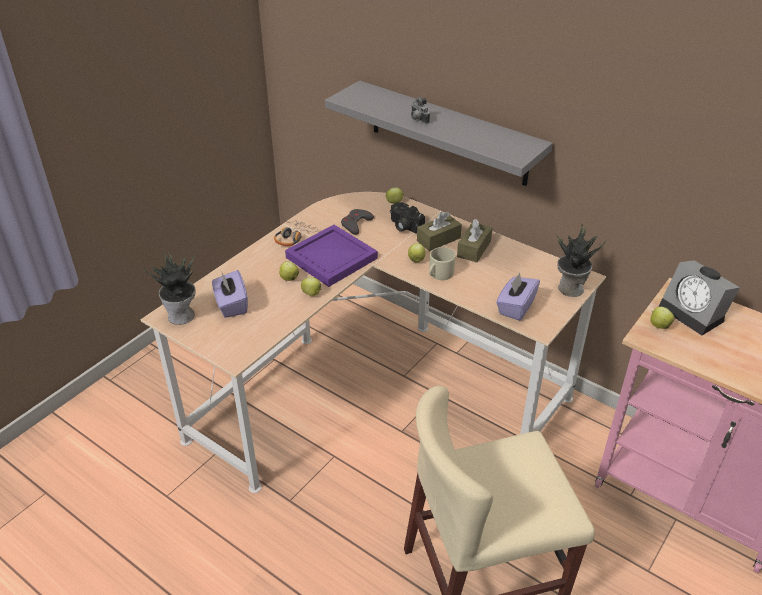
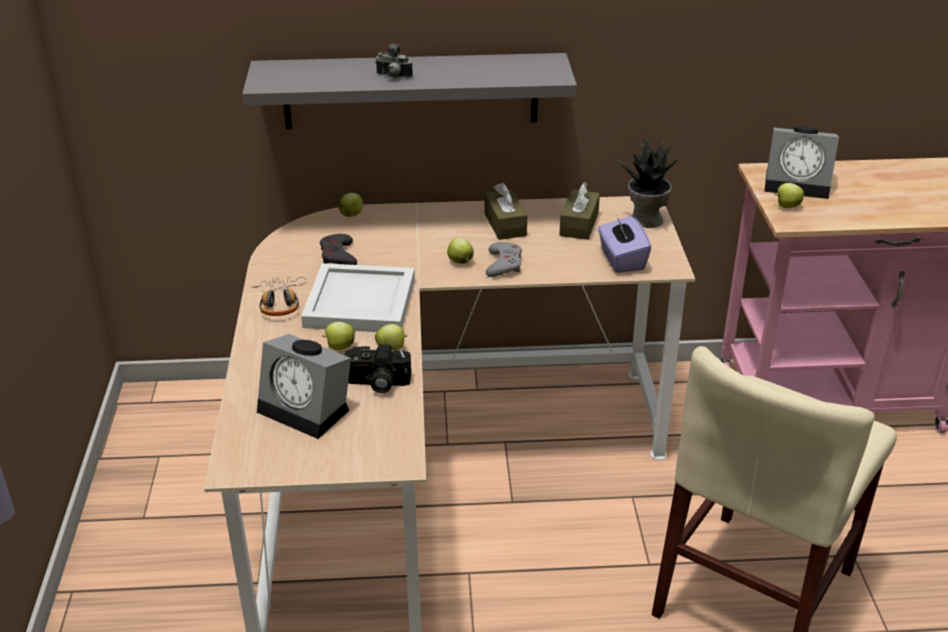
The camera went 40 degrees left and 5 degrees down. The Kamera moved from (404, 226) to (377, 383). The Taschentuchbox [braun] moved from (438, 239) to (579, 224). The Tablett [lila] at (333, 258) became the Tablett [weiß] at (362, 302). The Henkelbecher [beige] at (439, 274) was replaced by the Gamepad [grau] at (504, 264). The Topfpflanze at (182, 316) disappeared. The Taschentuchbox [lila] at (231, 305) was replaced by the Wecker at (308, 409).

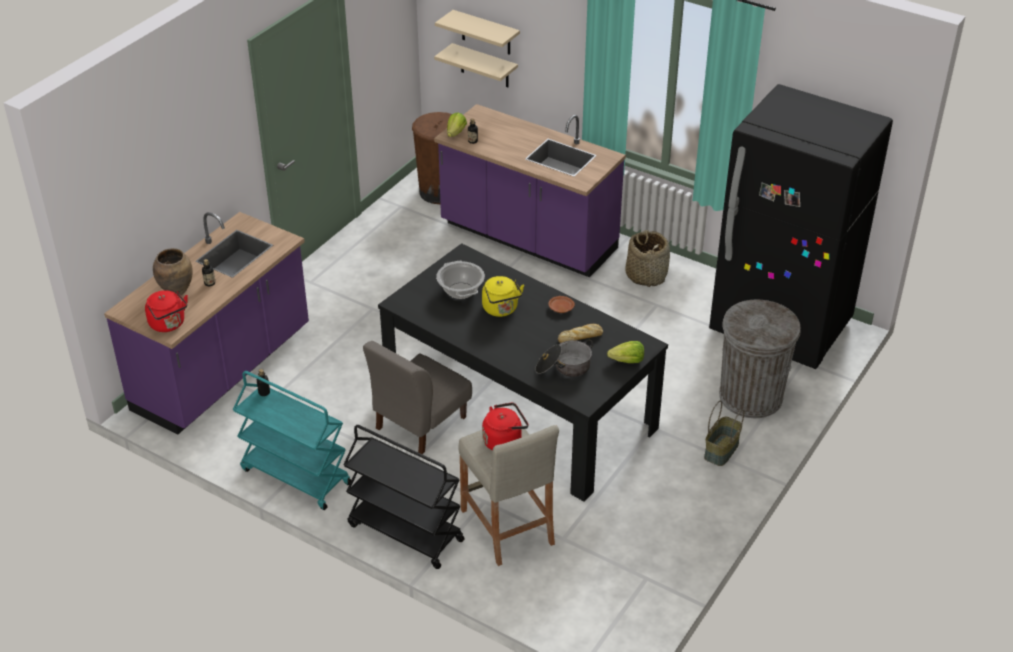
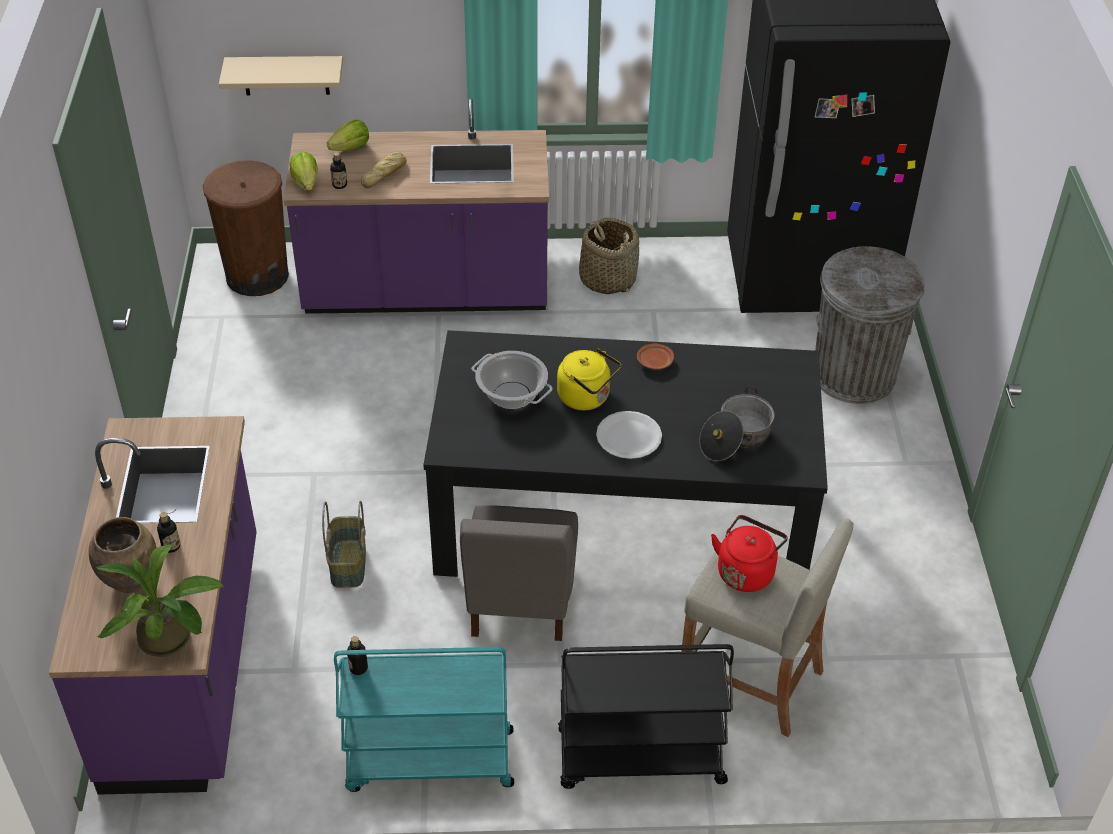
The camera went 35 degrees left and 5 degrees up. The Wandregal [beige] at (486, 33) disappeared. The Wasserkessel [rot] at (169, 324) was replaced by the Topfpflanze at (171, 640). The Brot moved from (581, 337) to (385, 173). The Salatkopf moved from (627, 361) to (351, 148). The Korb moved from (722, 451) to (349, 564). The Teller [weiß] at (629, 436) appeared.

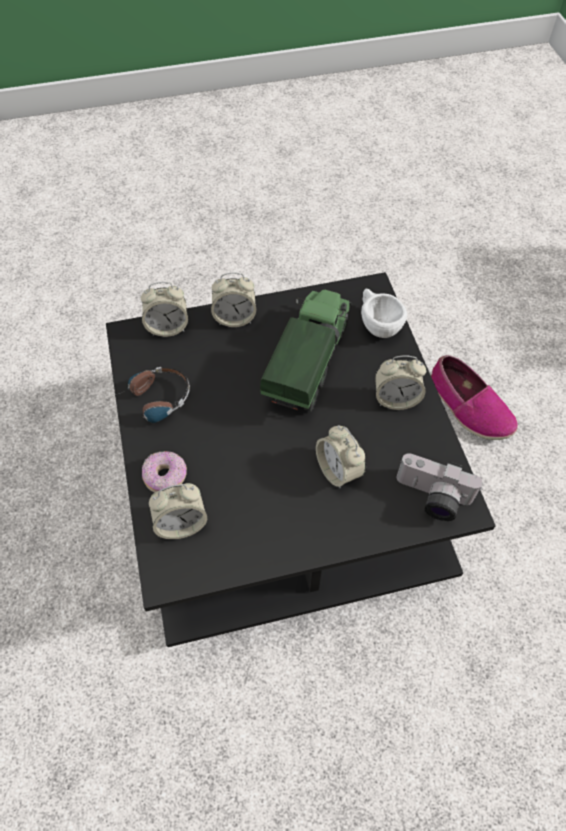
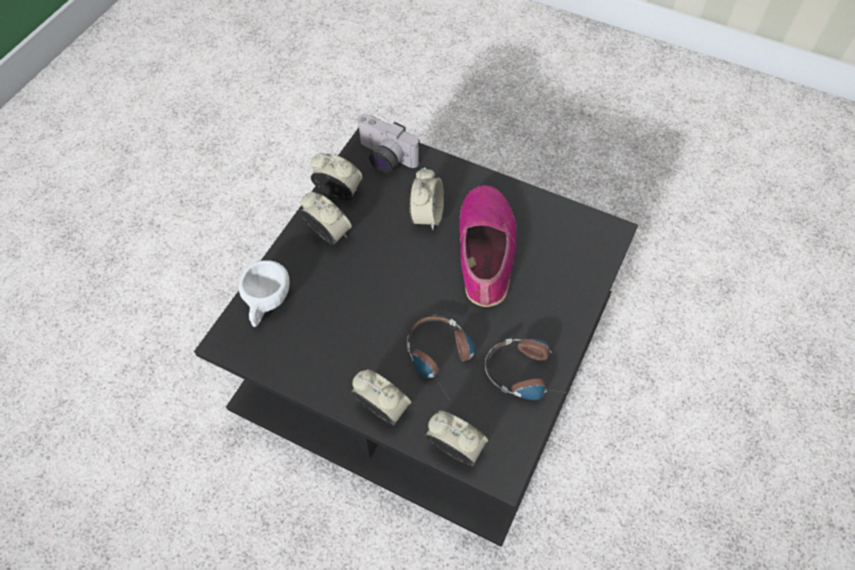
The camera went 140 degrees left and 0 degrees up. The Spielzeuglaster at (308, 361) disappeared. The Schuh moved from (469, 406) to (486, 251). The Donut at (165, 476) disappeared. The Kamera at (431, 498) turned 150 degrees clockwise. The Wecker moved from (181, 523) to (338, 192). The Kopfhörer at (443, 360) appeared.

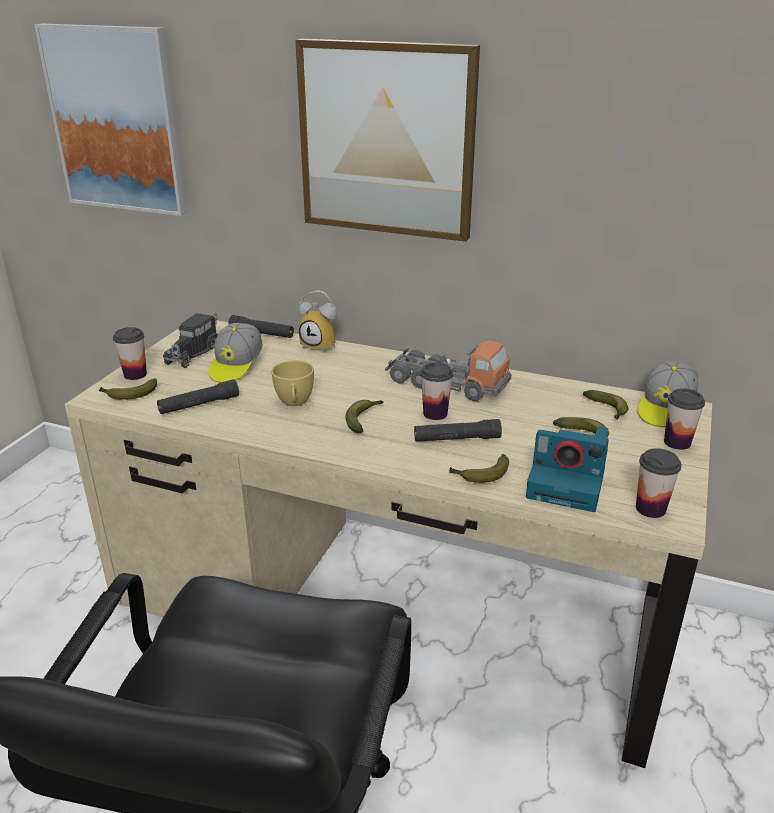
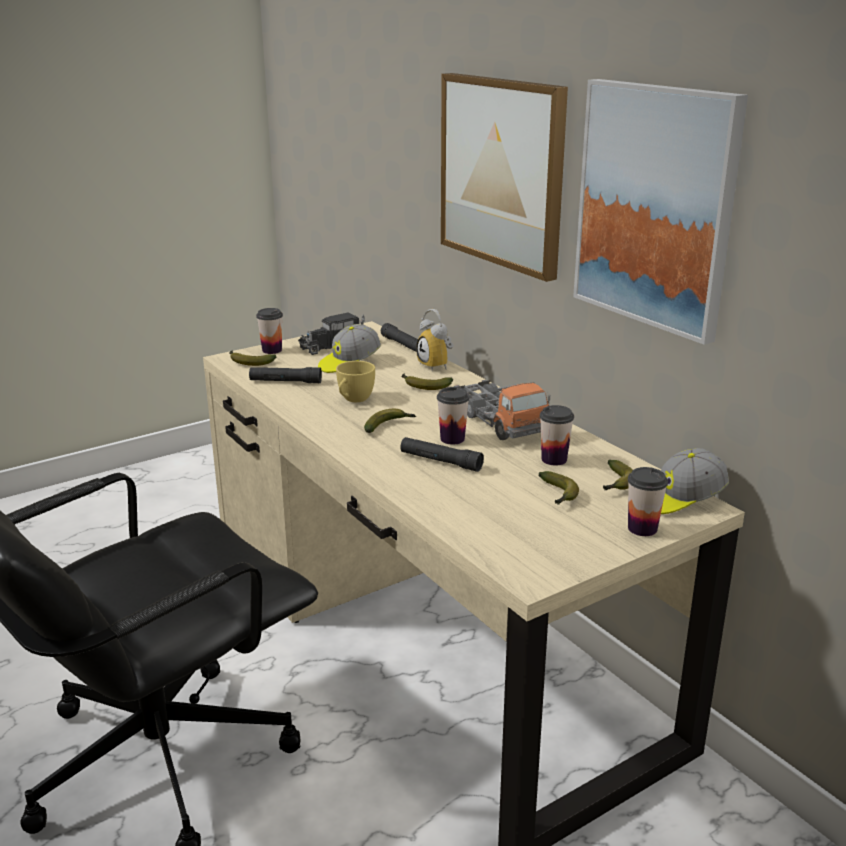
The camera went 35 degrees right and 5 degrees down. The Bild moved from (117, 120) to (655, 207). The Kamera at (568, 484) disappeared. The Tasse moved from (650, 509) to (554, 459). The Banane moved from (480, 475) to (424, 386).

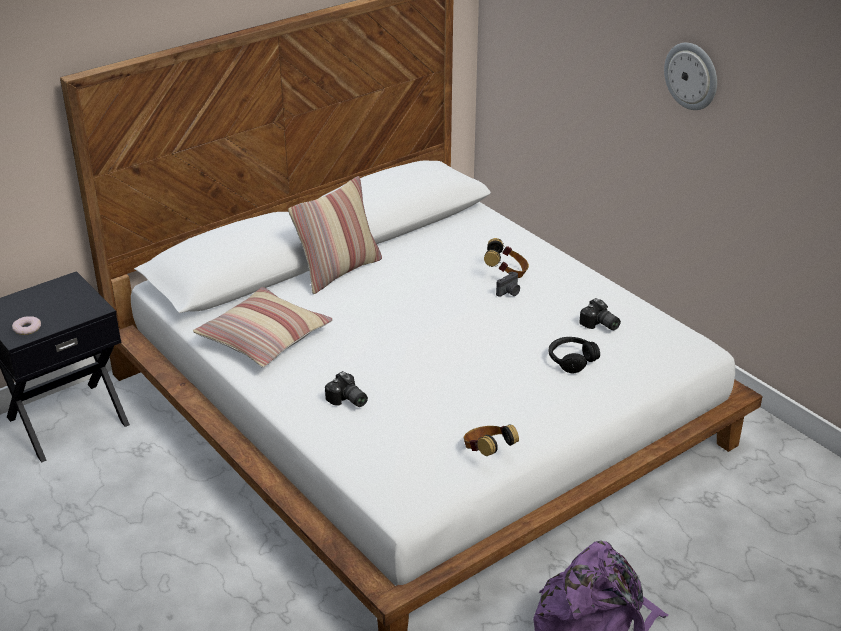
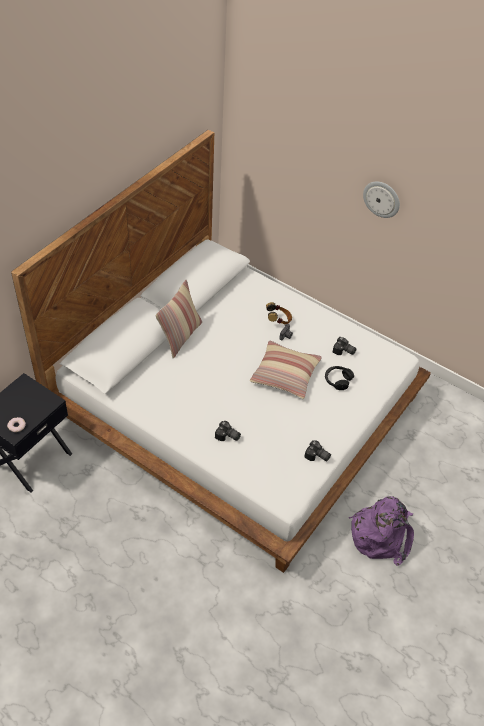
The camera went 20 degrees left and 15 degrees up. The Kissen moved from (264, 338) to (285, 374). The Kopfhörer at (487, 453) was replaced by the Kamera at (317, 456).

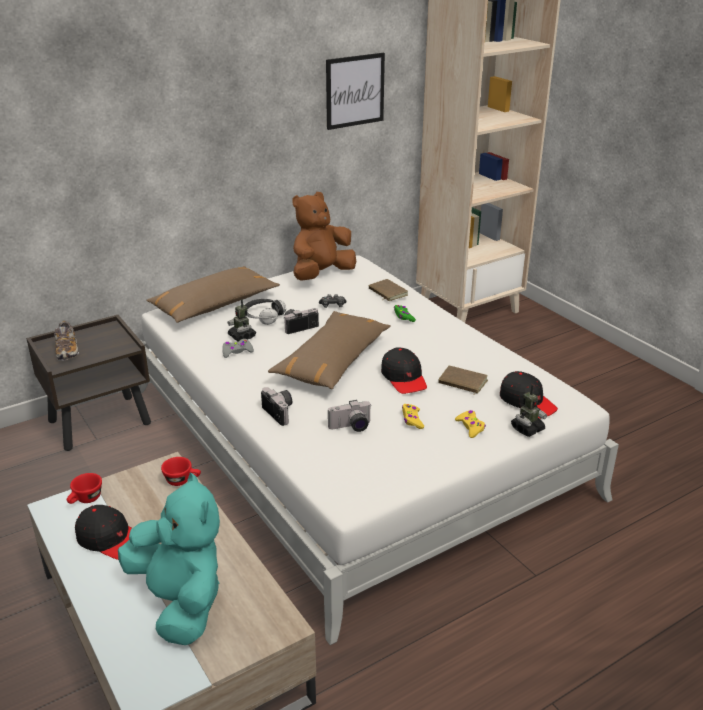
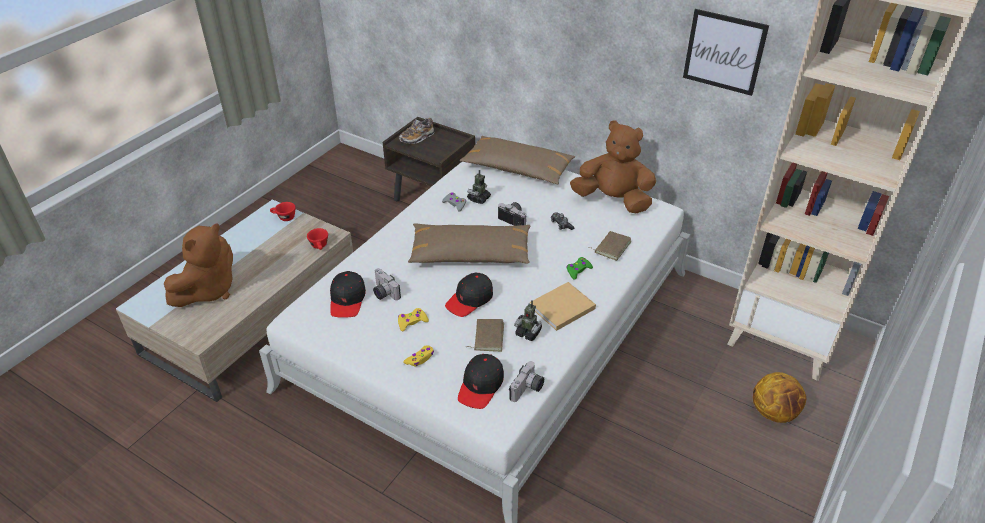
The camera went 65 degrees right and 10 degrees up. The Kopfhörer at (264, 317) disappeared. The Spielzeugroboter moved from (527, 429) to (528, 333). The Kamera moved from (281, 412) to (527, 390). The Plüschtier [türkis] at (180, 602) became the Plüschtier [braun] at (208, 290). The Kappe [schwarz] moved from (110, 539) to (347, 300). The Buch [beige] at (560, 308) appeared. The Basketball at (774, 413) appeared.

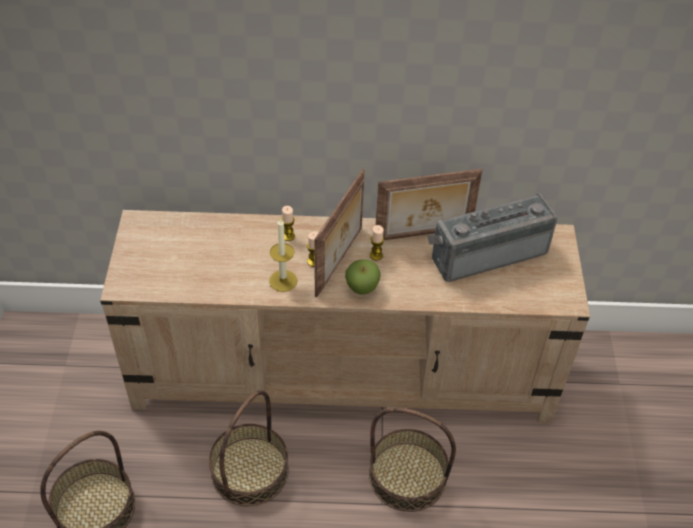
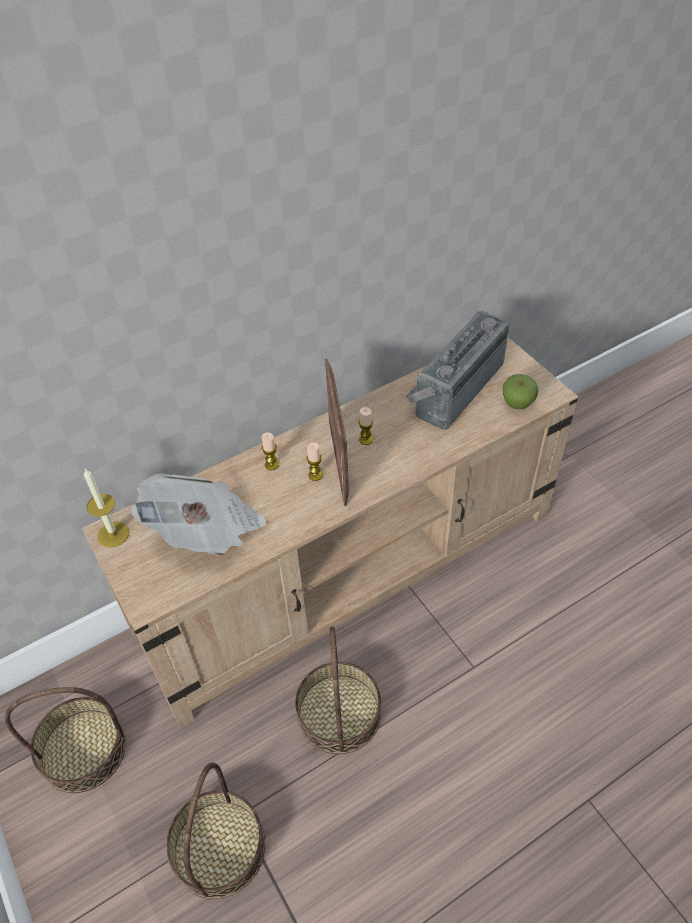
The camera went 30 degrees left and 0 degrees up. The Bilderrahmen at (424, 235) disappeared. The Kerze moved from (283, 280) to (113, 534). The Apfel moved from (362, 288) to (517, 404). The Korb moved from (407, 476) to (83, 749). The Zeitung at (206, 531) appeared.

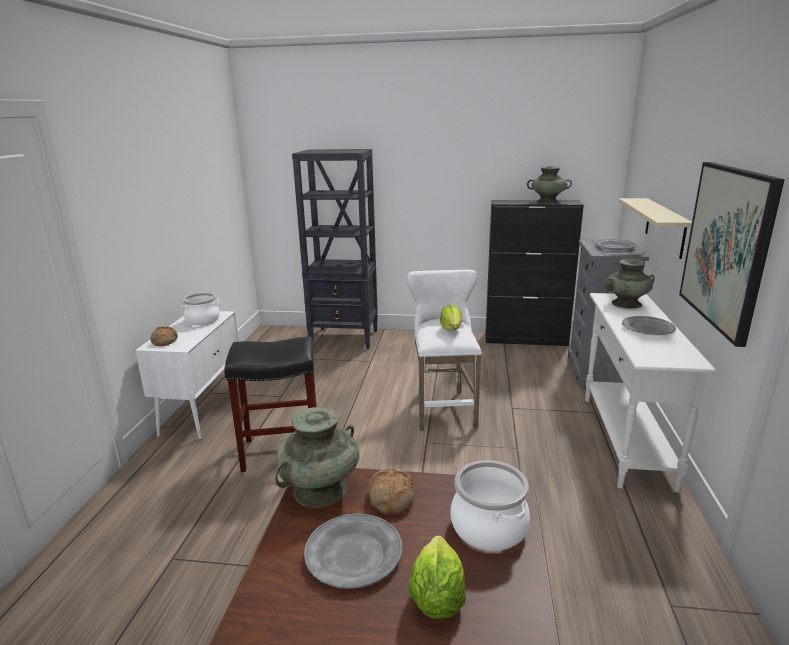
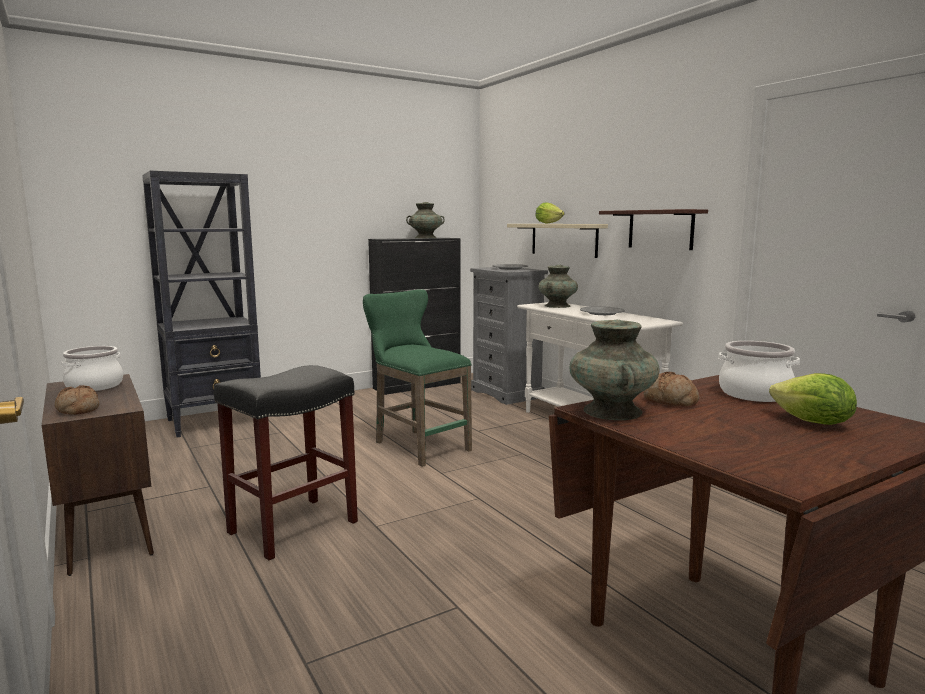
The camera went 40 degrees left and 10 degrees down. The Bild at (727, 247) was replaced by the Wandregal at (660, 229). The Hocker [weiß] at (443, 407) became the Hocker [grün] at (417, 445). The Salatkopf moved from (451, 328) to (548, 223). The Schrank [weiß] at (203, 410) became the Schrank [braun] at (107, 529). The Teller [grau] at (353, 554) disappeared.

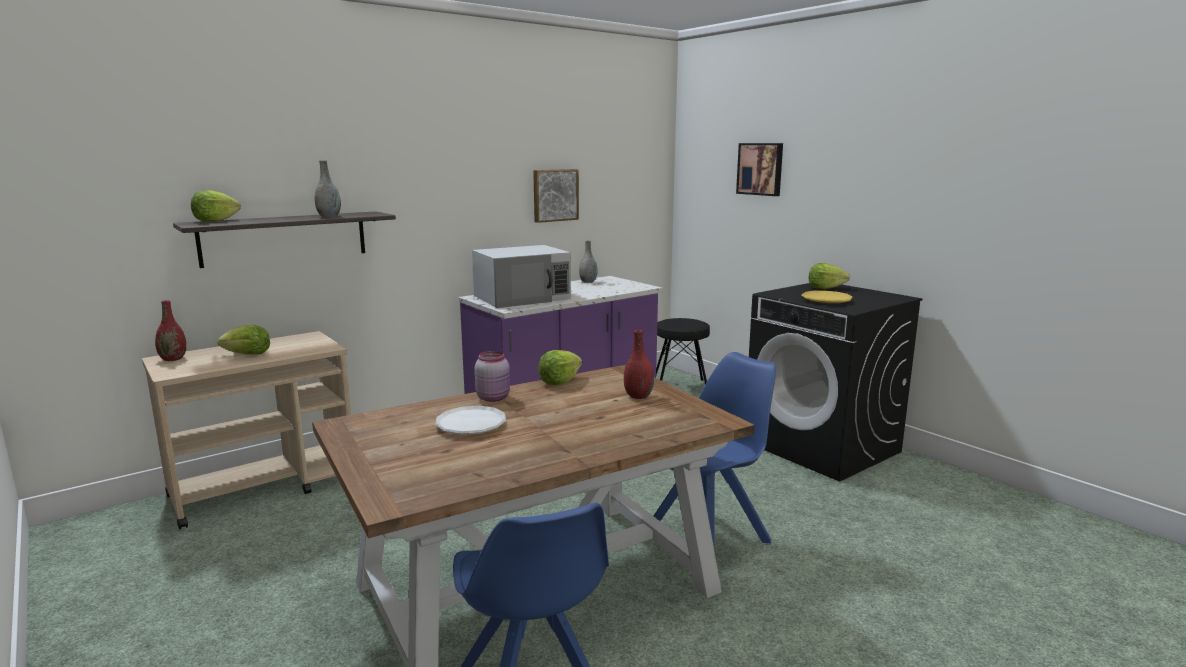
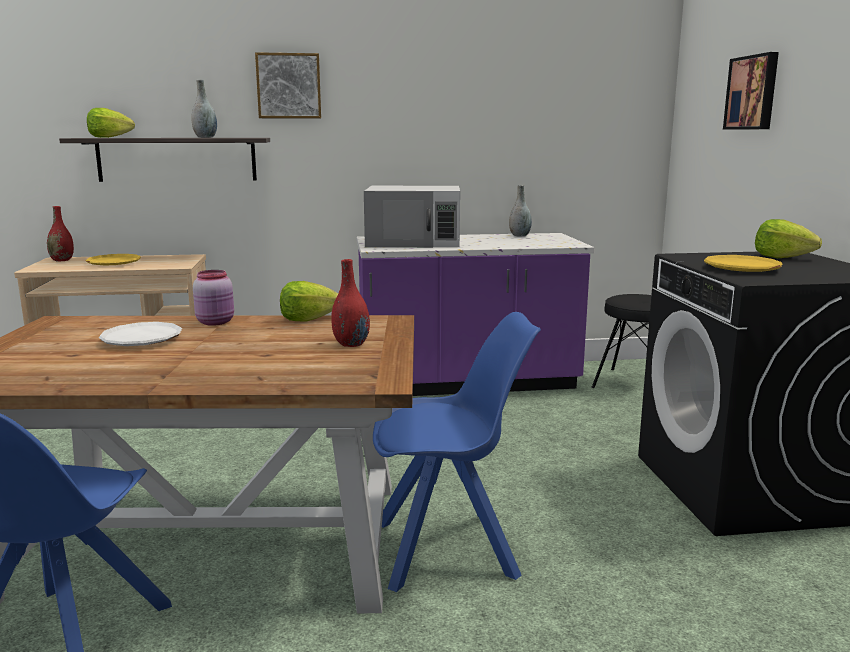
The camera went 30 degrees right and 0 degrees up. The Bild moved from (555, 195) to (289, 86). The Salatkopf at (247, 354) was replaced by the Teller [gelb] at (114, 263).

